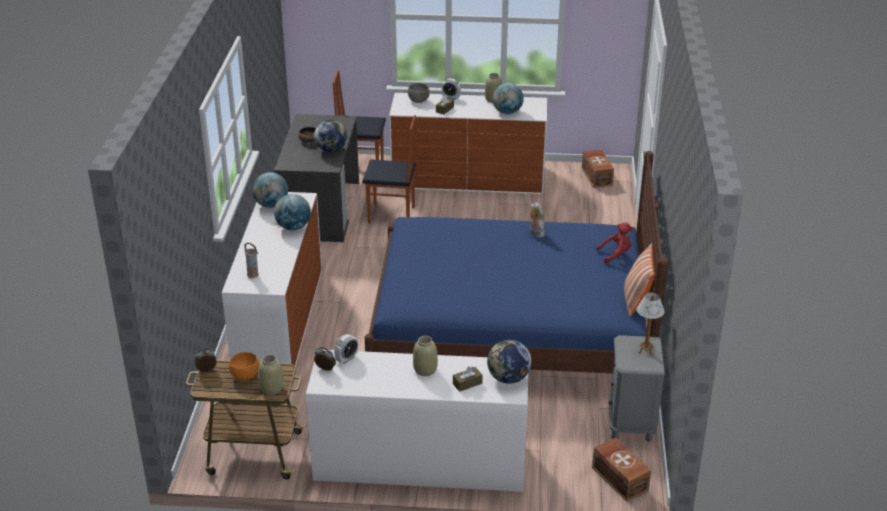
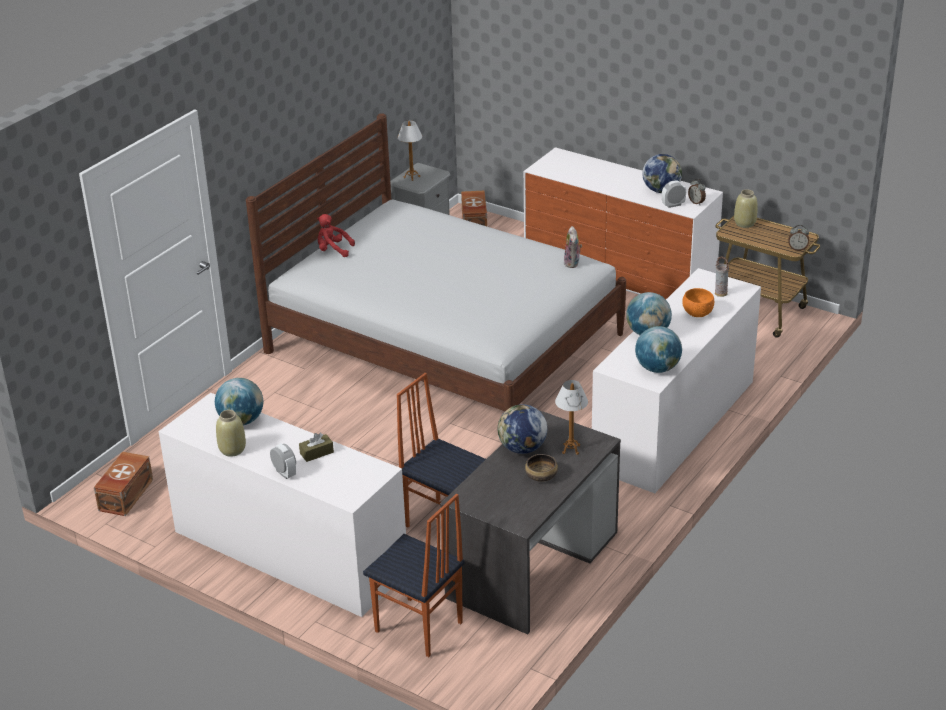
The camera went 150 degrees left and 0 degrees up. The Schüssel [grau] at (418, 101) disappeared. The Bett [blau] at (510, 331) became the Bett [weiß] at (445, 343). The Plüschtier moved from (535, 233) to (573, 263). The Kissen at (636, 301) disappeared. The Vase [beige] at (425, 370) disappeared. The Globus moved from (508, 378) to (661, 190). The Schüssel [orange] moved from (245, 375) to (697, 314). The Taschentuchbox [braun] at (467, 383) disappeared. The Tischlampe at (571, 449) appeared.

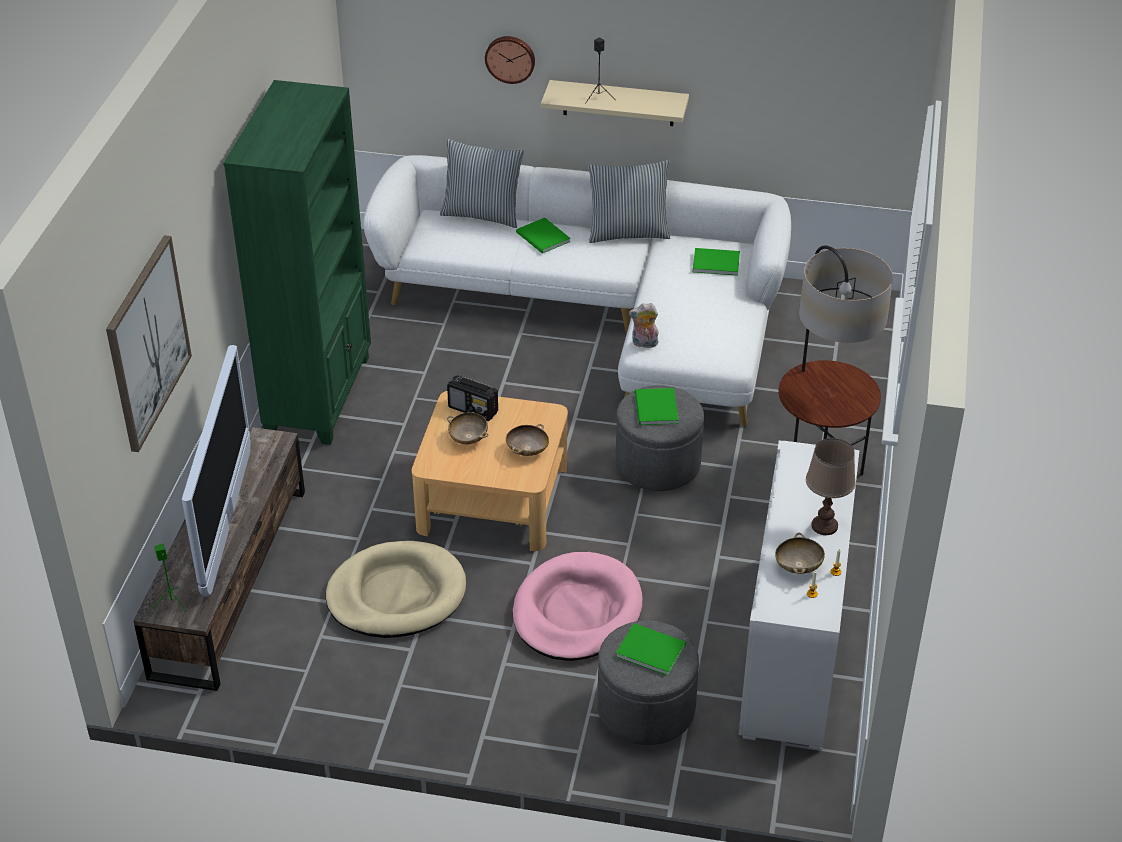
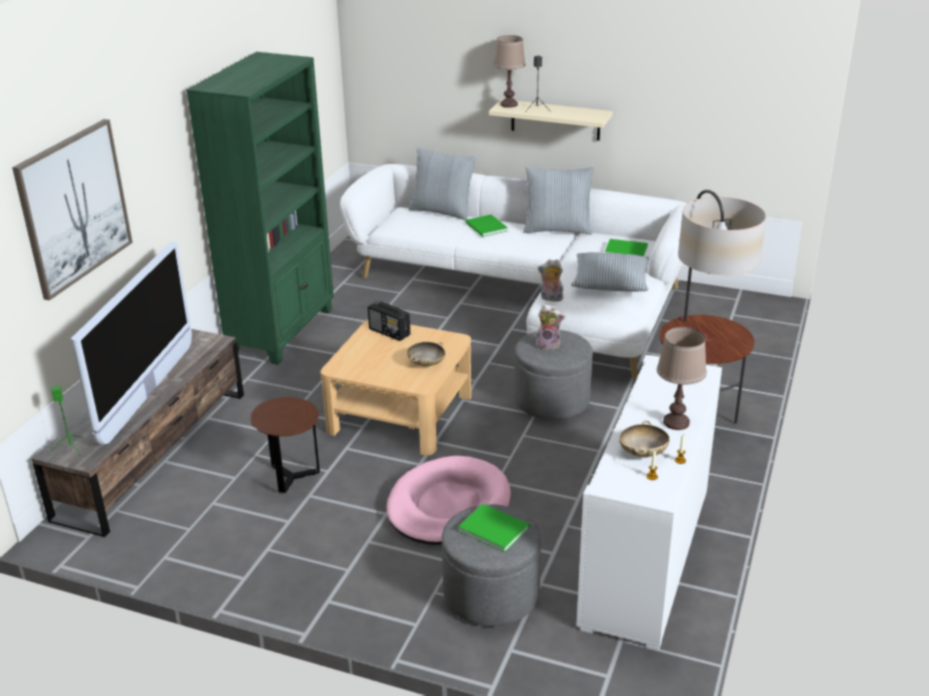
The camera went 10 degrees right and 10 degrees down. The Wanduhr at (510, 58) disappeared. The Buch [grün] at (655, 409) was replaced by the Plüschtier at (549, 345). The Schüssel [beige] at (468, 438) disappeared. The Hundebett [beige] at (396, 594) was replaced by the Beistelltisch [braun] at (291, 477). The Tischlampe [braun] at (508, 104) appeared. The Kissen at (610, 282) appeared.

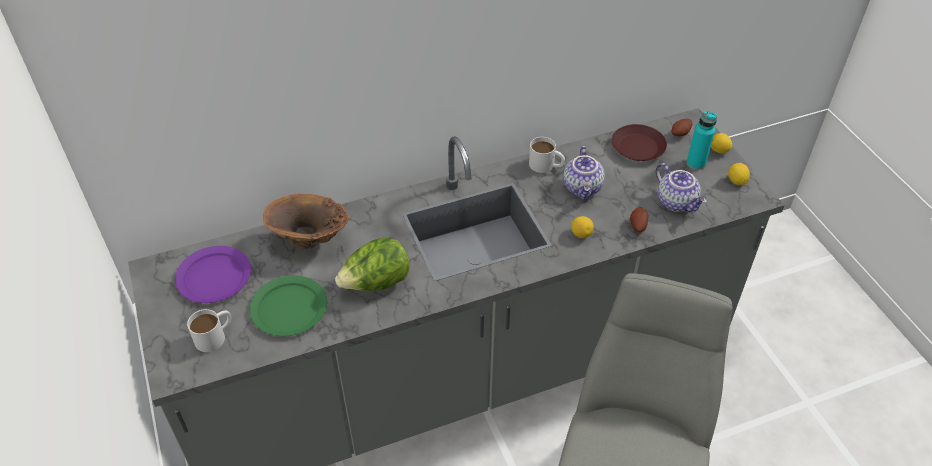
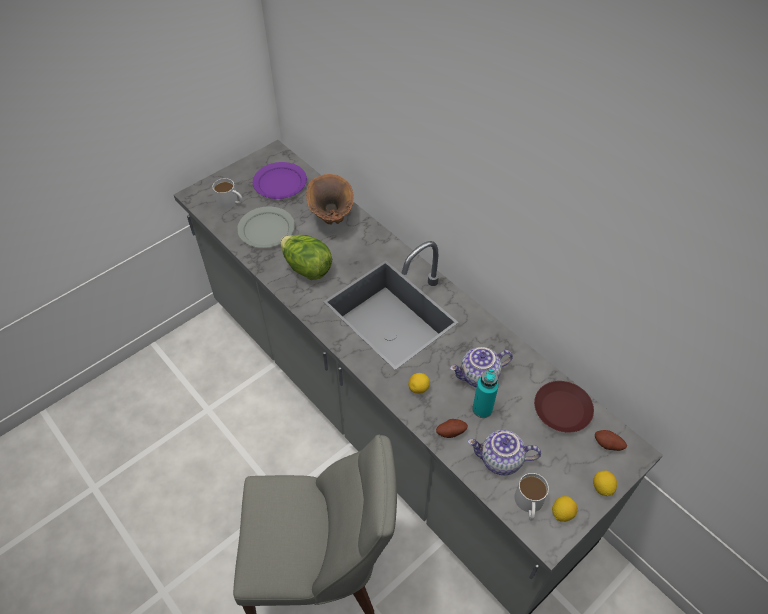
The camera went 70 degrees right and 5 degrees up. The Flasche [türkis] moved from (696, 163) to (482, 409). The Henkelbecher [weiß] moved from (546, 165) to (529, 504). The Teekanne at (677, 202) turned 60 degrees clockwise. The Teller [grün] at (289, 309) became the Teller [grau] at (266, 229).

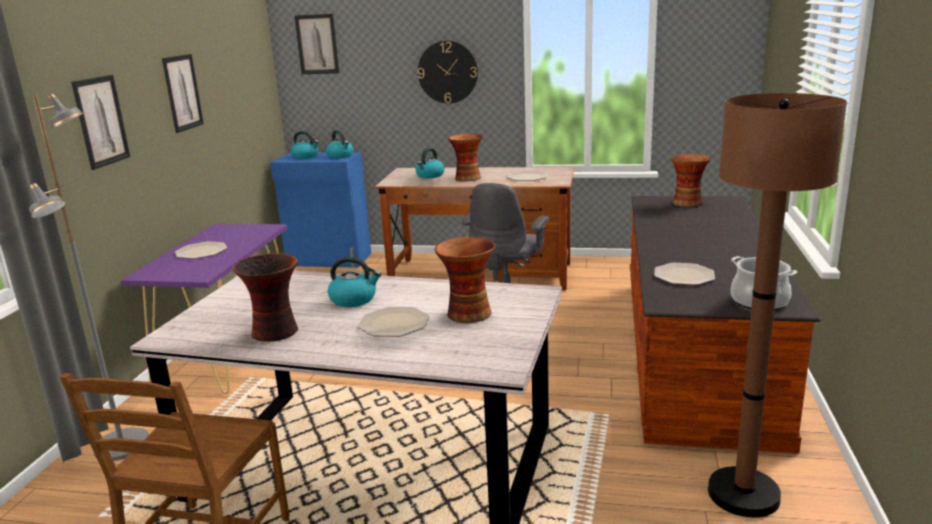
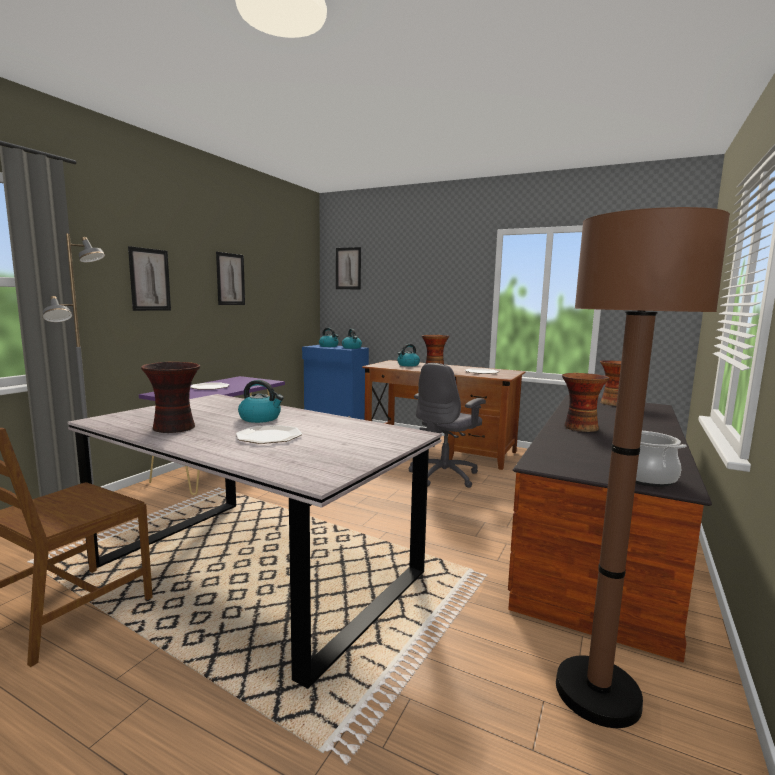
The camera went 15 degrees right and 10 degrees down. The Wanduhr at (447, 72) disappeared. The Vase moved from (467, 314) to (579, 427). The Teller at (684, 275) disappeared.

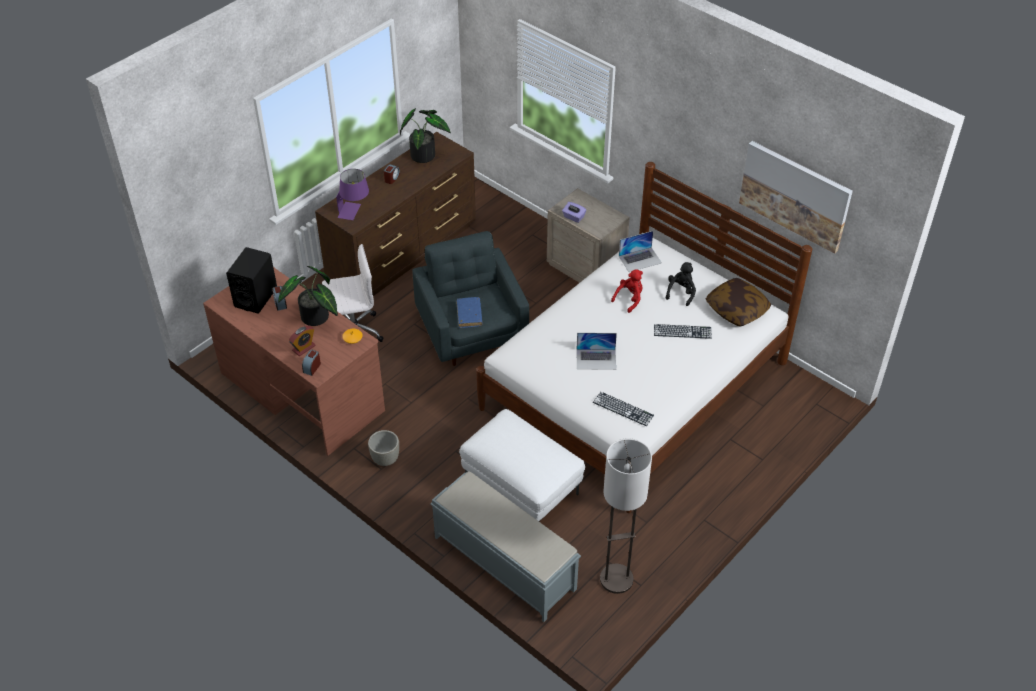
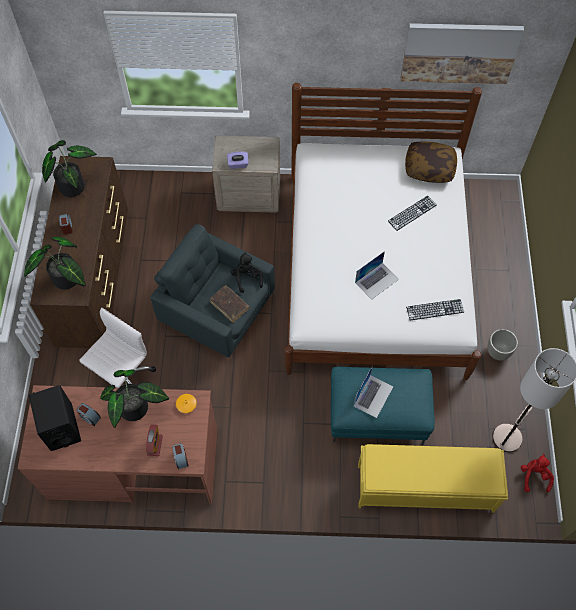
The camera went 40 degrees left and 15 degrees up. The Tischlampe [lila] at (354, 211) was replaced by the Topfpflanze at (66, 281). The Laptop moved from (640, 259) to (373, 396). The Plüschtier [schwarz] moved from (681, 292) to (247, 278). The Plüschtier [rot] moved from (629, 299) to (534, 476). The Buch [blau] at (469, 315) became the Buch [braun] at (229, 305). The Polsterhocker [weiß] at (522, 486) became the Polsterhocker [türkis] at (378, 415). The Pflanzkübel [grau] moved from (385, 459) to (498, 352). The Bank [grau] at (503, 562) became the Bank [gelb] at (424, 488).

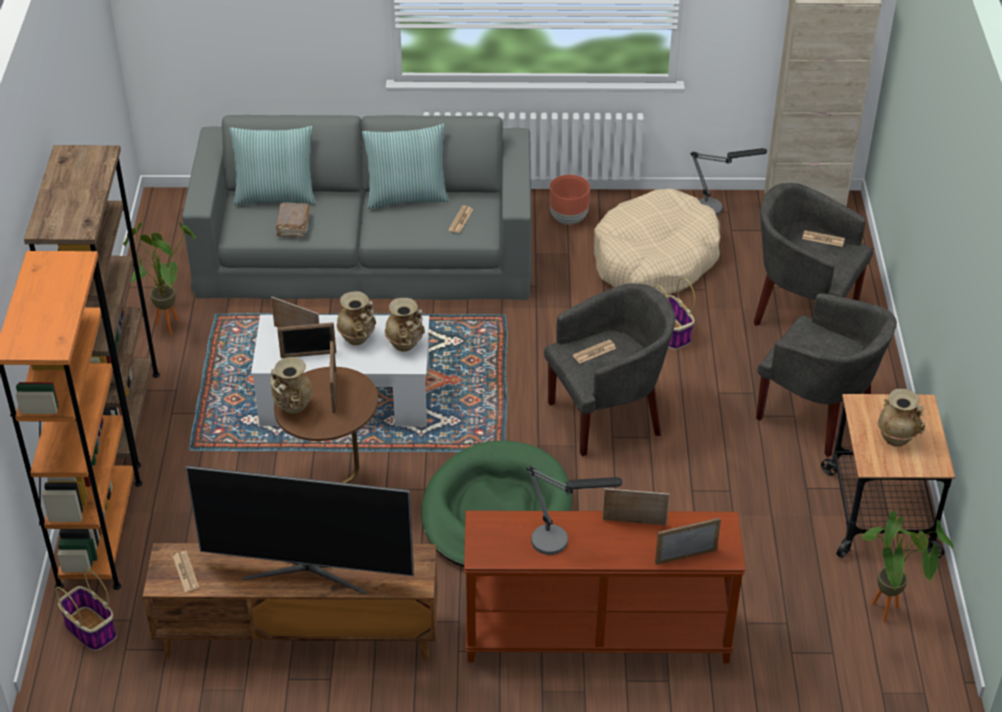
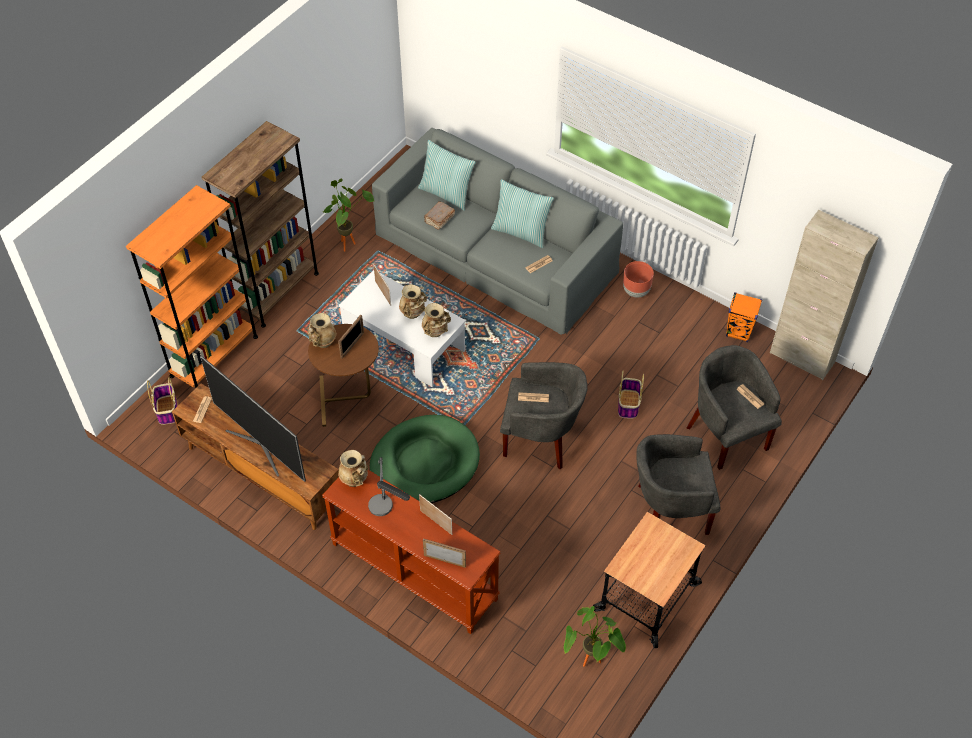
The camera went 35 degrees right and 10 degrees up. The Tischlampe at (717, 208) was replaced by the Lautsprecher [orange] at (739, 332). The Hundebett [beige] at (654, 259) disappeared. The Sessel [grau] at (817, 415) turned 105 degrees clockwise. The Bilderrahmen at (308, 355) disappeared. The Vase [beige] moved from (896, 438) to (355, 480).

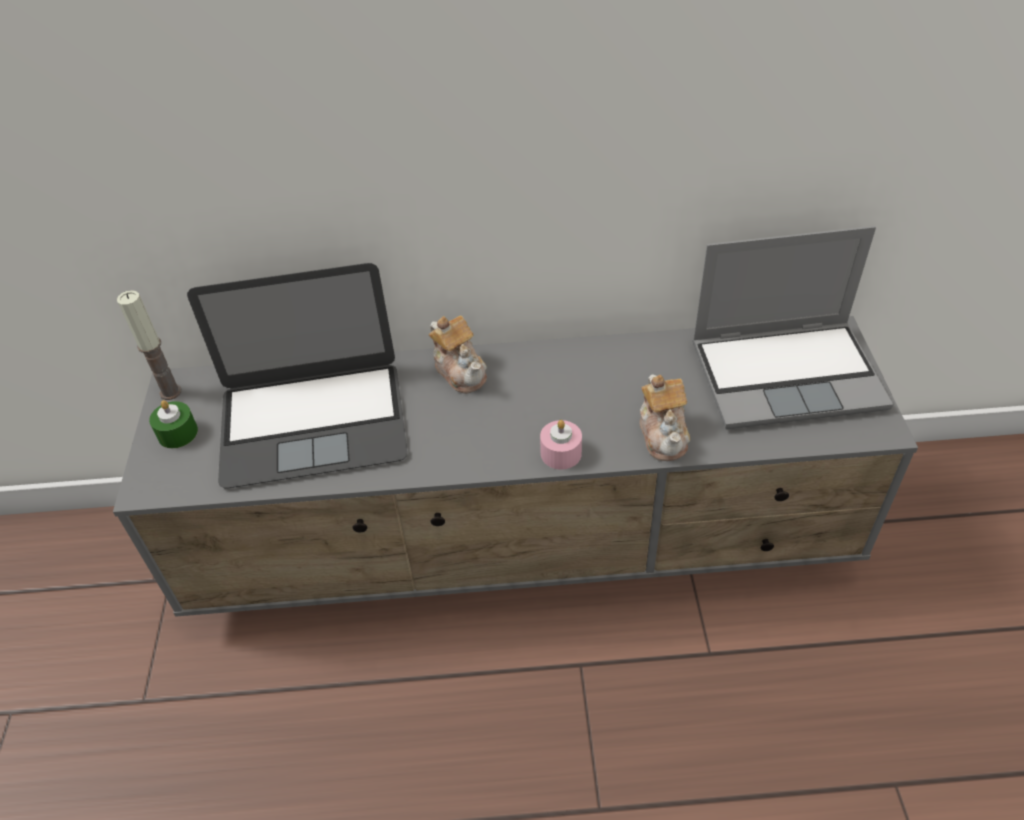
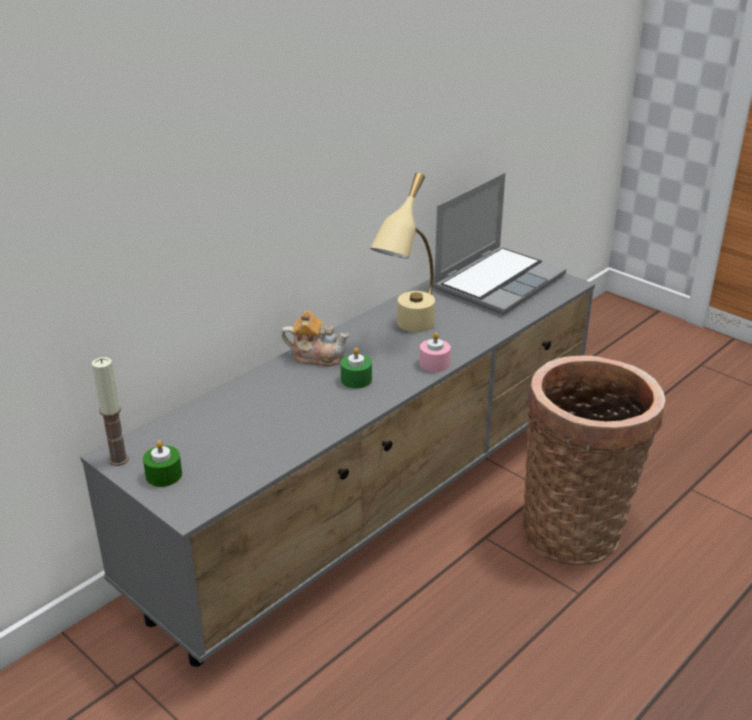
The camera went 45 degrees left and 15 degrees down. The Laptop at (313, 423) disappeared. The Teekanne at (663, 434) disappeared. The Tischlampe [beige] at (408, 331) appeared. The Kerze [grün] at (356, 379) appeared. The Korb at (576, 530) appeared.

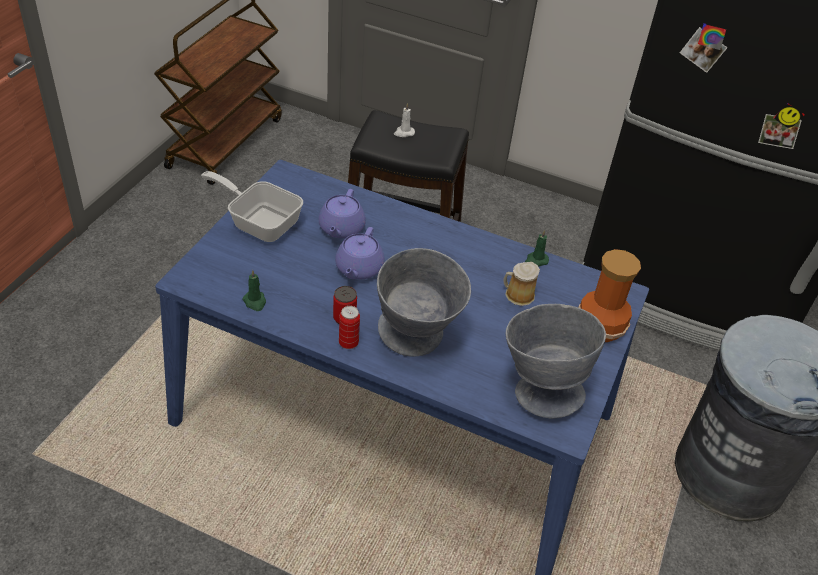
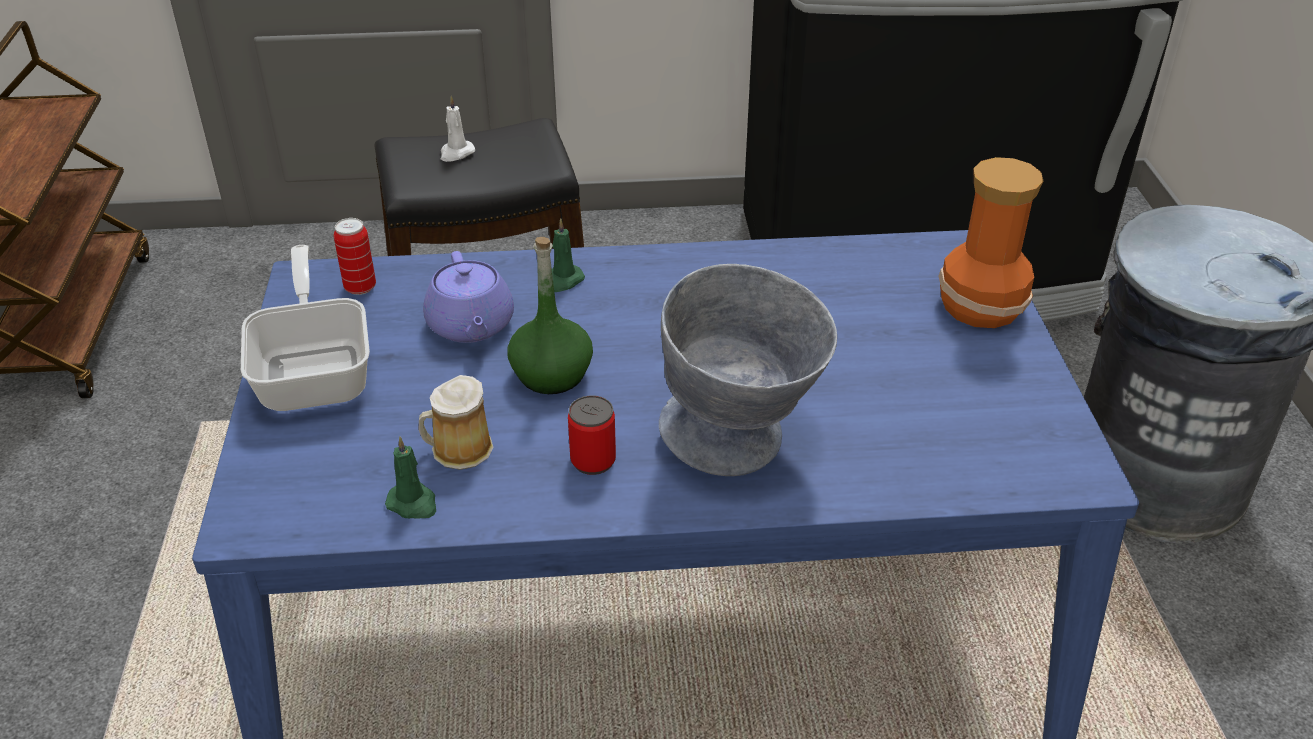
The camera went 25 degrees left and 5 degrees down. The Pfanne at (259, 222) turned 75 degrees clockwise. The Teekanne [lila] at (358, 268) was replaced by the Flasche [grün] at (552, 374). The Kerze [grün] moved from (536, 260) to (563, 281). The Henkelbecher moved from (517, 295) to (458, 450). The Schüssel [grau] at (540, 388) disappeared. The Dose moved from (348, 343) to (360, 287).

